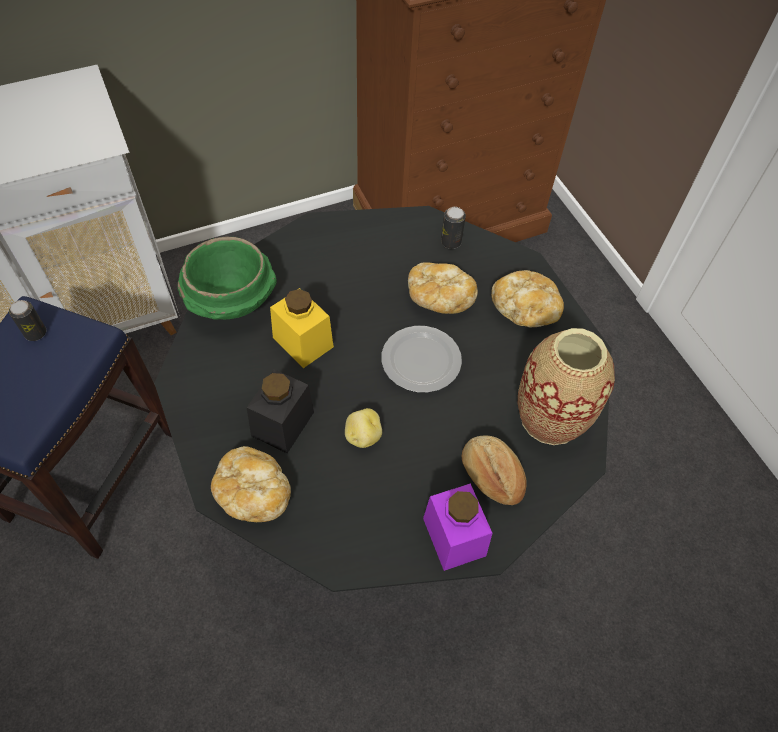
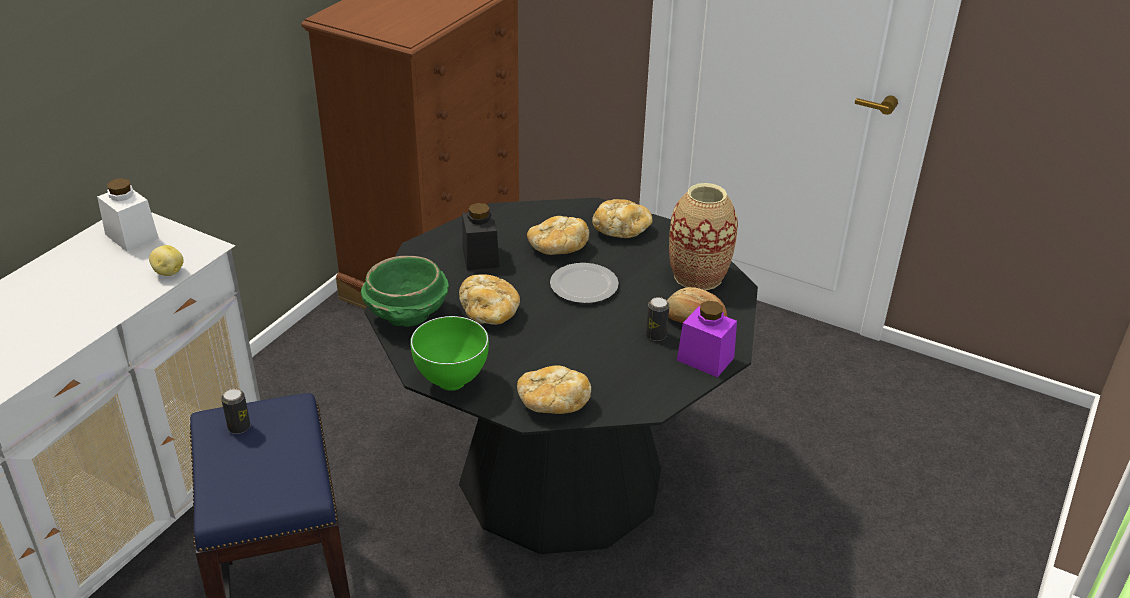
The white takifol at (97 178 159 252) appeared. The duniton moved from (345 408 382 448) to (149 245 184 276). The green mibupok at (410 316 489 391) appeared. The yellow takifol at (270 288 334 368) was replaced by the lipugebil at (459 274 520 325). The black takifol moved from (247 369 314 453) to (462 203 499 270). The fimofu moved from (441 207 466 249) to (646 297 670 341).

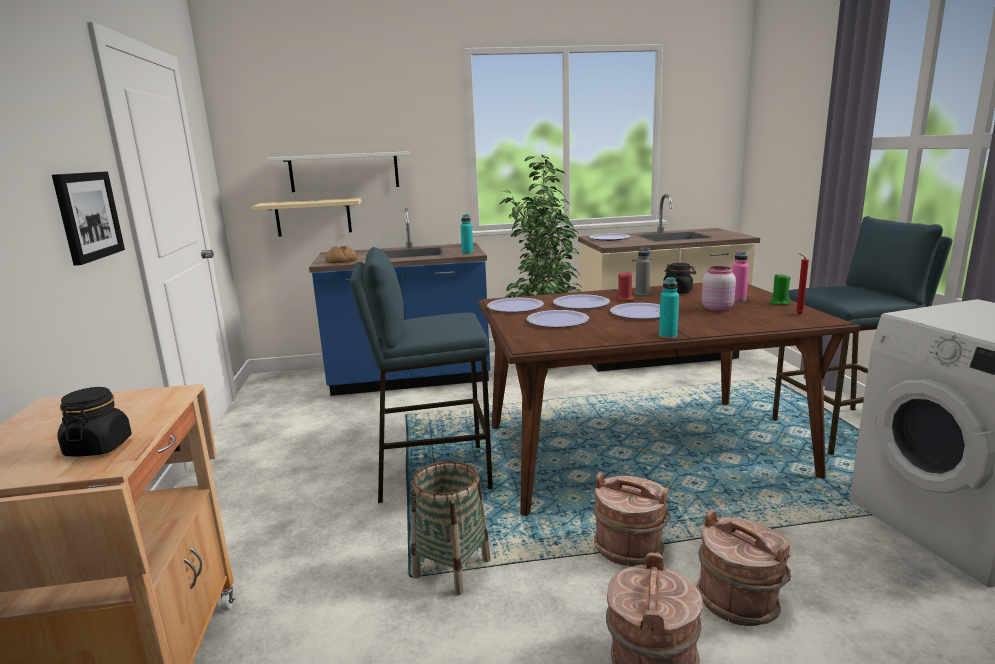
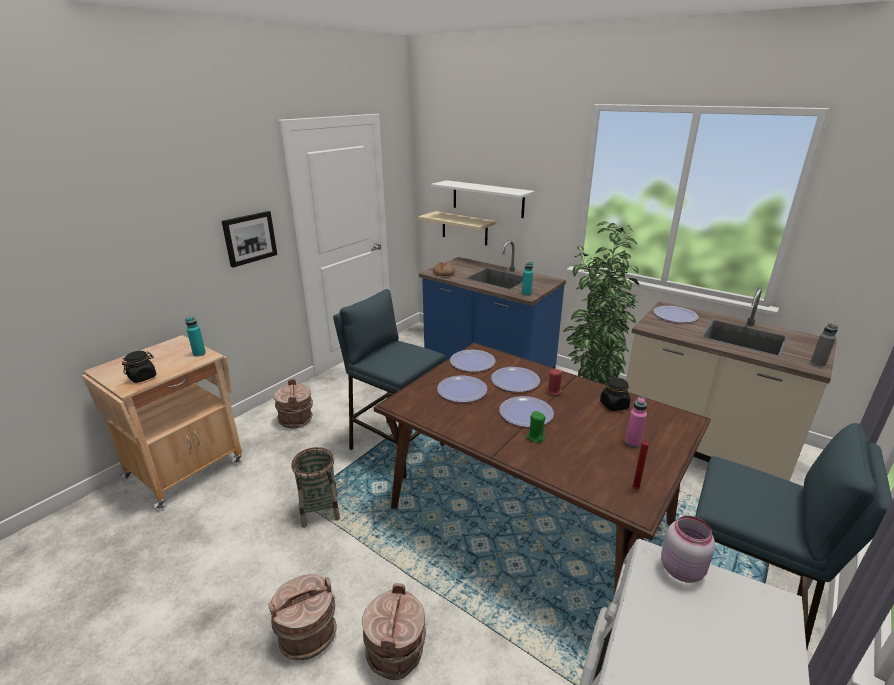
The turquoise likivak moved from (659 277 679 338) to (185 317 206 357). The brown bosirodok moved from (593 472 671 567) to (273 379 313 429). The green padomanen moved from (770 273 791 305) to (526 411 546 443). The pink takifol moved from (702 266 736 312) to (661 516 715 583). The grey likivak moved from (635 247 651 295) to (811 323 838 367).

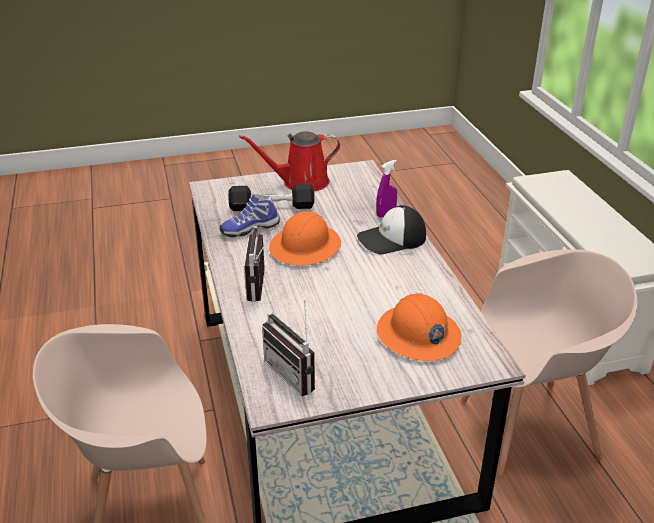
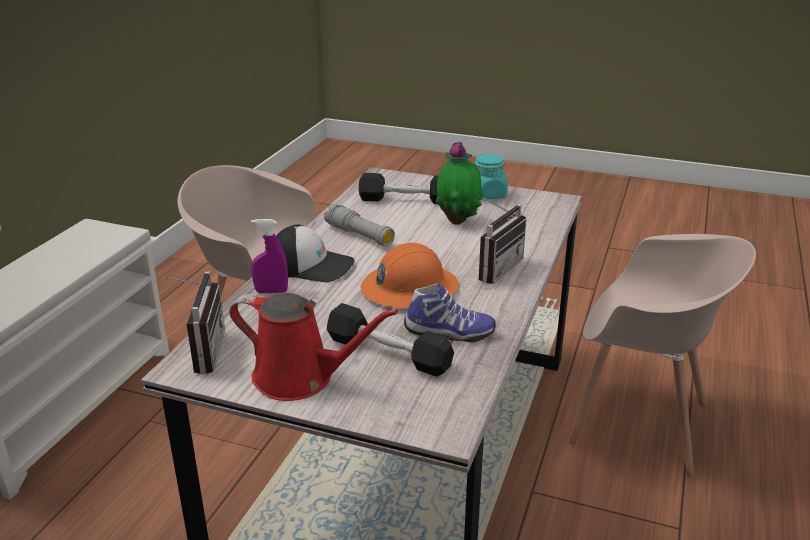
The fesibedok moved from (262 300 315 396) to (164 272 225 374). The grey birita at (324 203 395 246) appeared. The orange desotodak at (377 293 461 361) was replaced by the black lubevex at (359 173 438 204). The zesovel at (436 142 484 225) appeared. The turquoise takifol at (474 153 508 200) appeared.

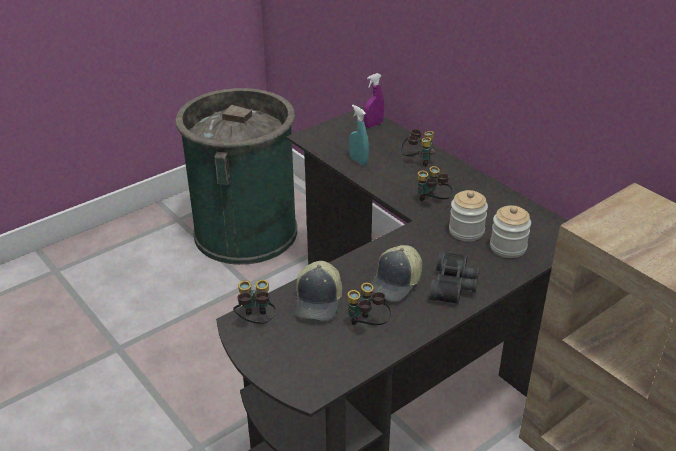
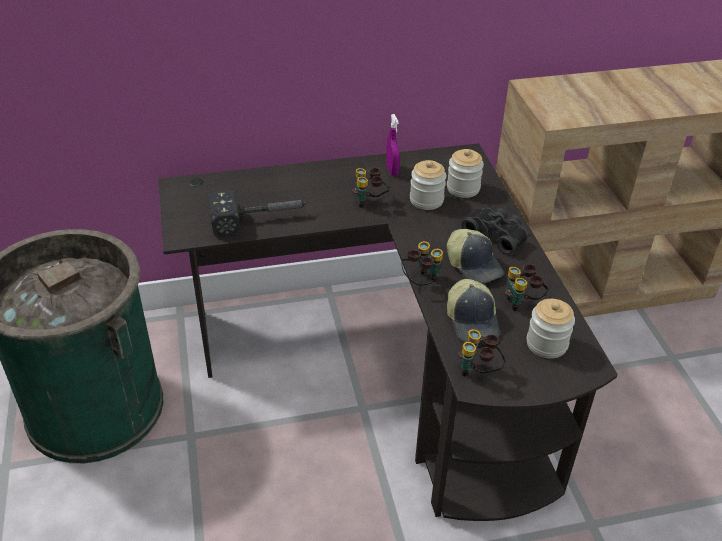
The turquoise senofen at (349 105 369 165) was replaced by the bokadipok at (208 190 310 237). The purple senofen moved from (364 73 384 128) to (386 114 400 176). The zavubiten moved from (401 129 435 167) to (401 241 443 286). The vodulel at (294 261 342 321) turned 45 degrees clockwise. The takifol at (527 299 575 359) appeared.

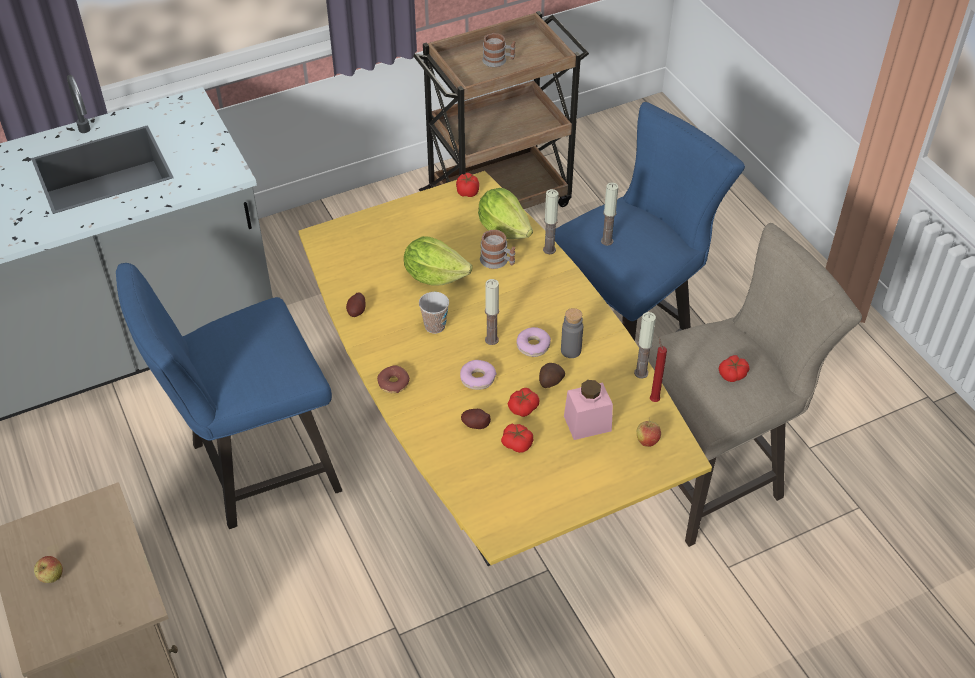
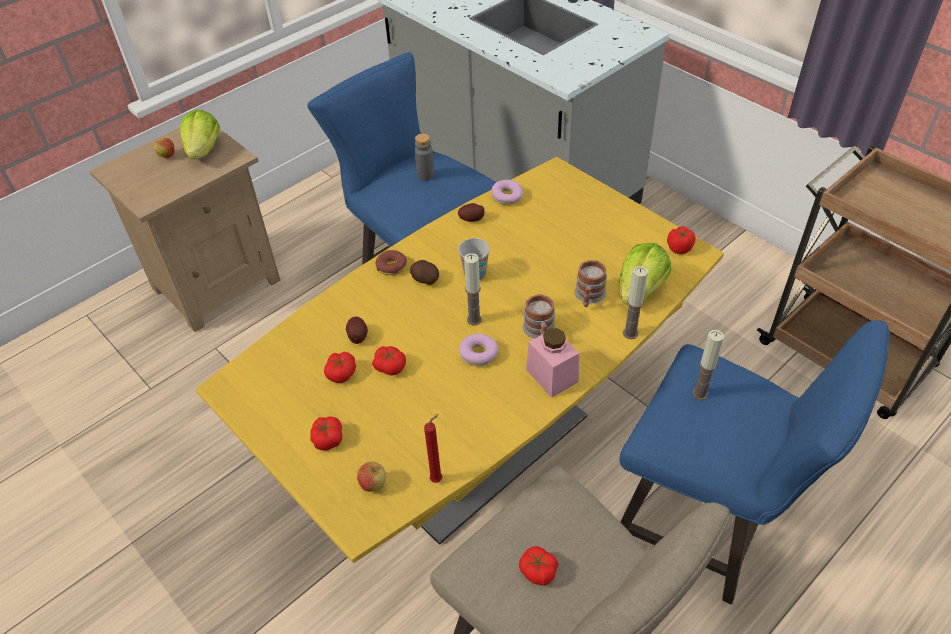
The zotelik moved from (404 236 472 286) to (180 110 220 159). The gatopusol at (310 416 342 451) appeared. The duniton moved from (539 363 565 388) to (410 260 439 285). The grey likivak moved from (561 308 583 358) to (415 134 435 181). The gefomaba moved from (460 360 496 390) to (492 180 523 205). The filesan moved from (482 33 515 67) to (523 294 555 339). The pink takifol moved from (564 380 613 440) to (526 328 579 398). The padomanen at (634 312 656 378) disappeared.

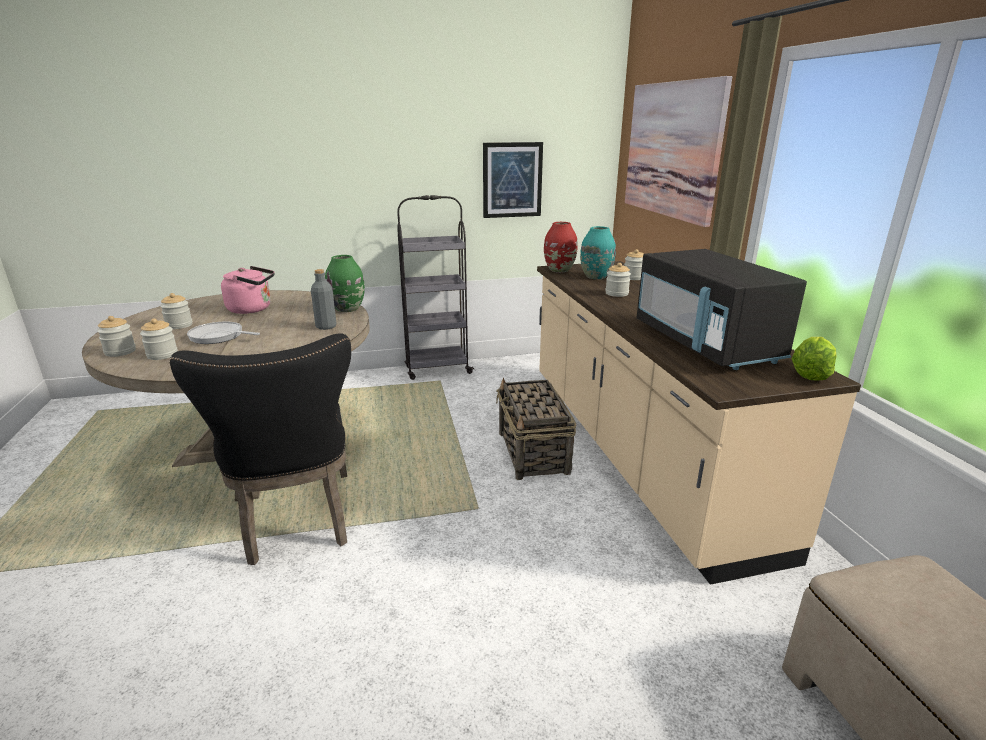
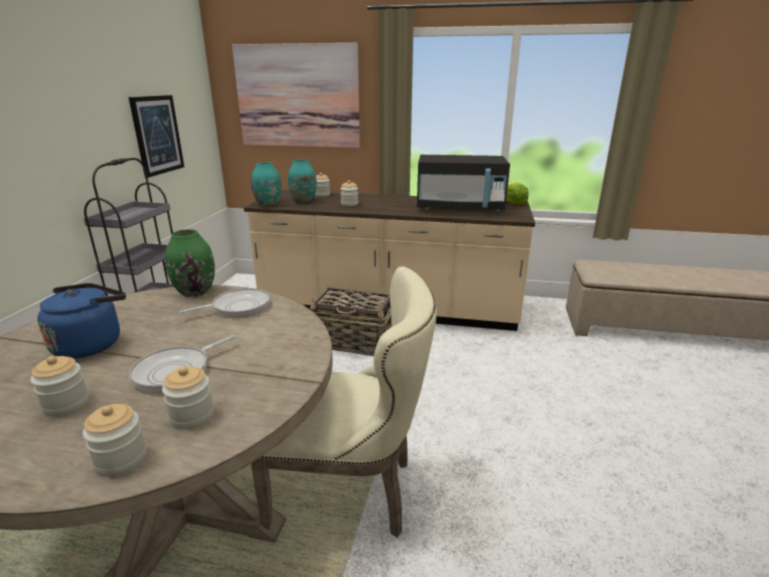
The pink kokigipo at (221 266 275 314) became the blue kokigipo at (37 283 126 359). The grey likivak at (311 269 336 330) was replaced by the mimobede at (180 288 270 317). The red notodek at (544 222 578 272) became the turquoise notodek at (251 162 282 207). The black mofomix at (170 333 351 565) became the beige mofomix at (251 266 437 538).

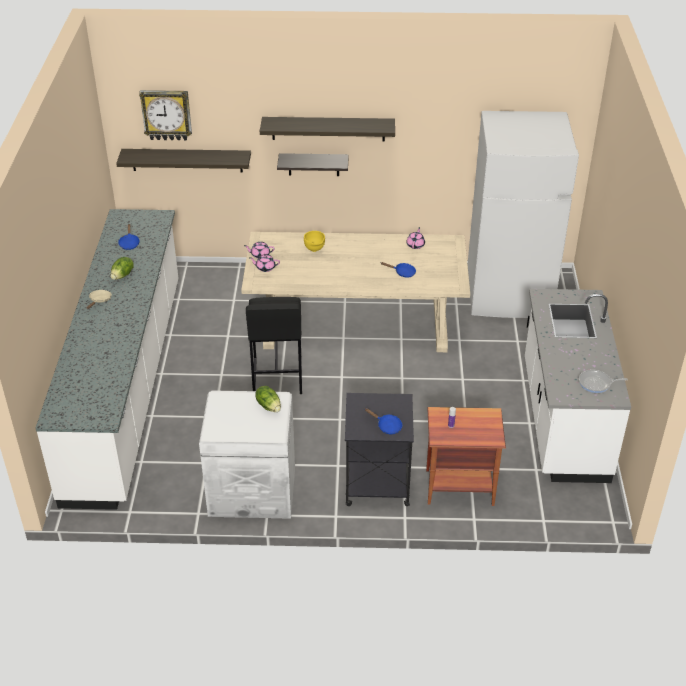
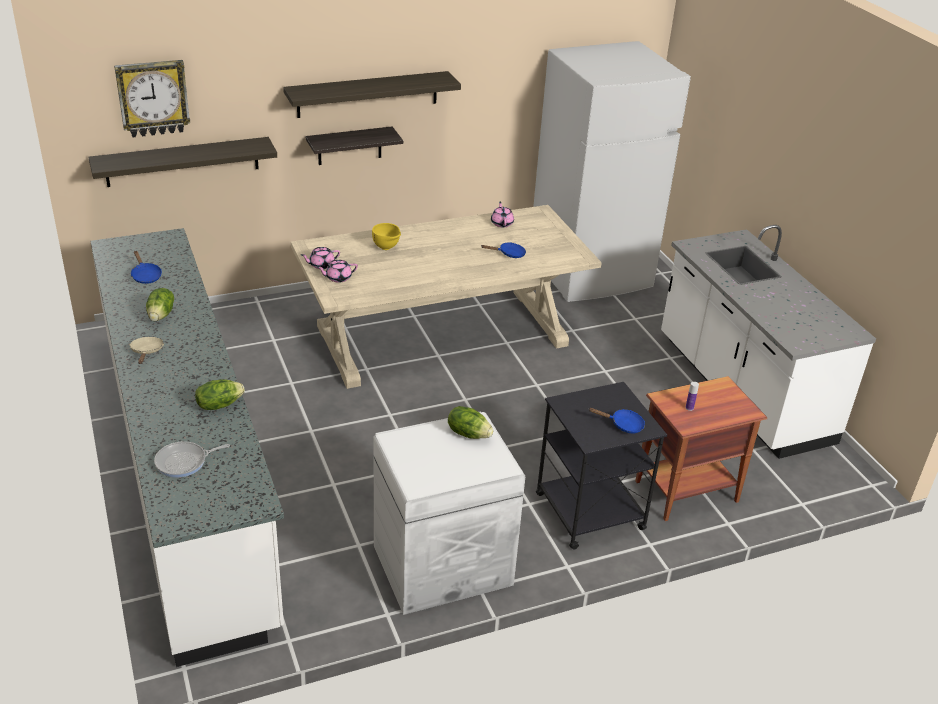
The mimobede moved from (579 369 628 393) to (154 441 230 478). The zotelik at (195 379 245 410) appeared. The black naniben at (246 297 302 394) disappeared.

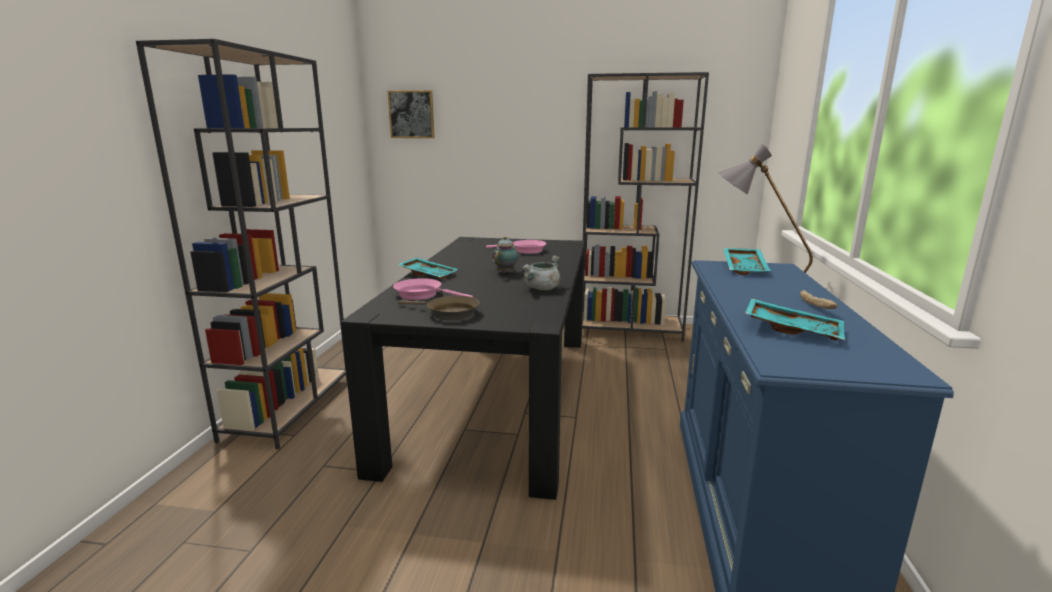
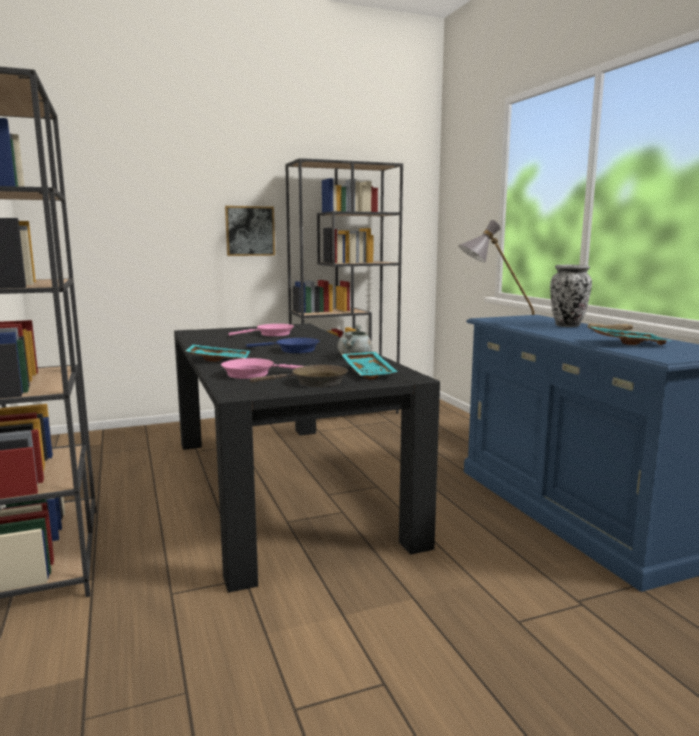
The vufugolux moved from (388 90 435 138) to (225 206 275 256). The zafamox at (492 236 519 273) was replaced by the blue mimobede at (246 338 319 353). The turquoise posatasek moved from (723 248 771 275) to (341 352 398 379). The notodek at (550 265 592 327) appeared.

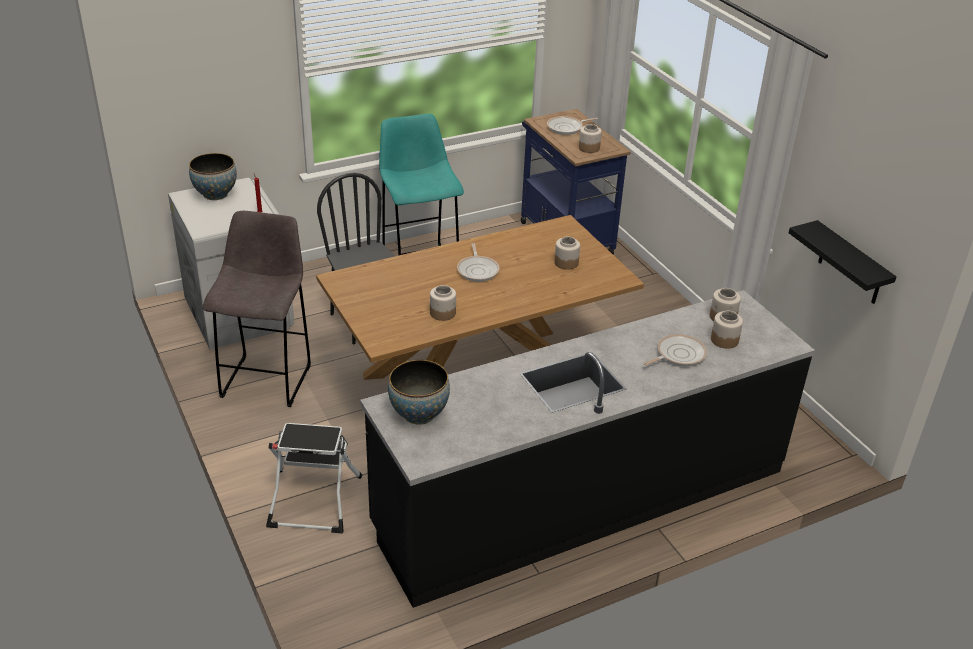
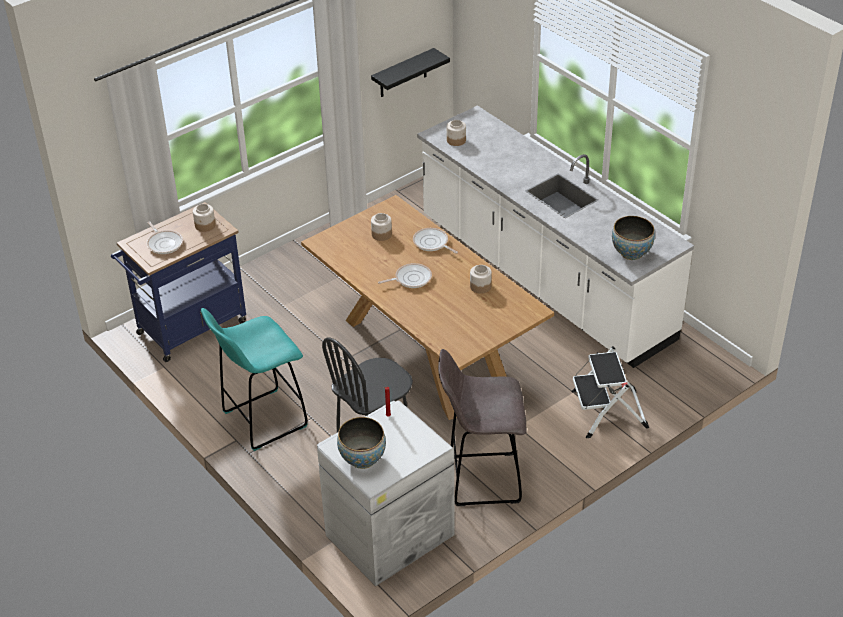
The mimobede moved from (644 334 707 367) to (413 228 458 254). The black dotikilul at (360 290 815 608) became the white dotikilul at (417 105 694 368). The takifol at (711 311 743 349) disappeared.

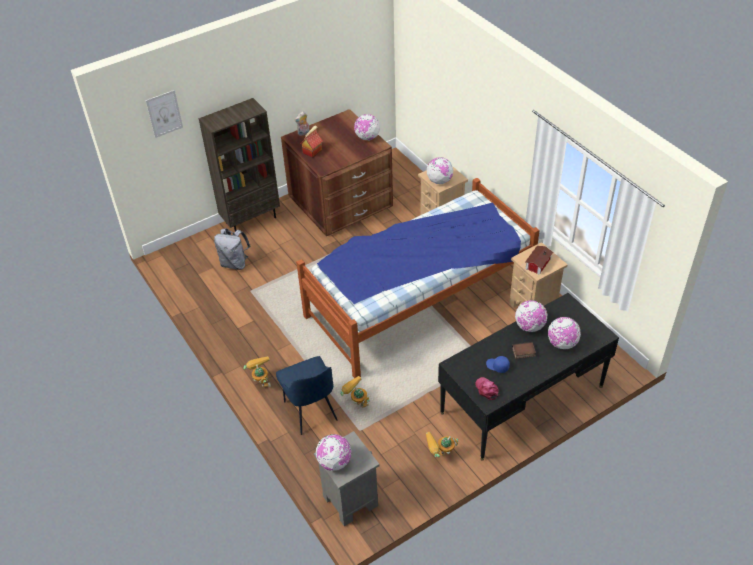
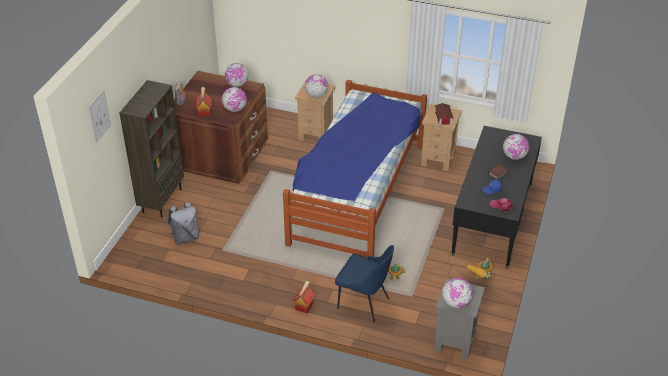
The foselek moved from (515 300 547 332) to (222 87 247 112). The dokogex at (243 356 271 387) was replaced by the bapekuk at (293 281 315 313).

